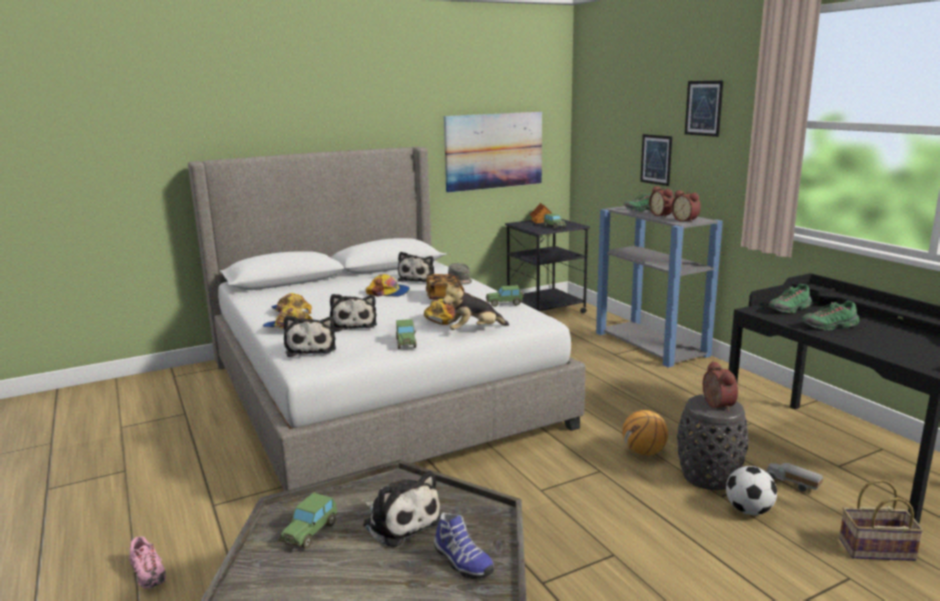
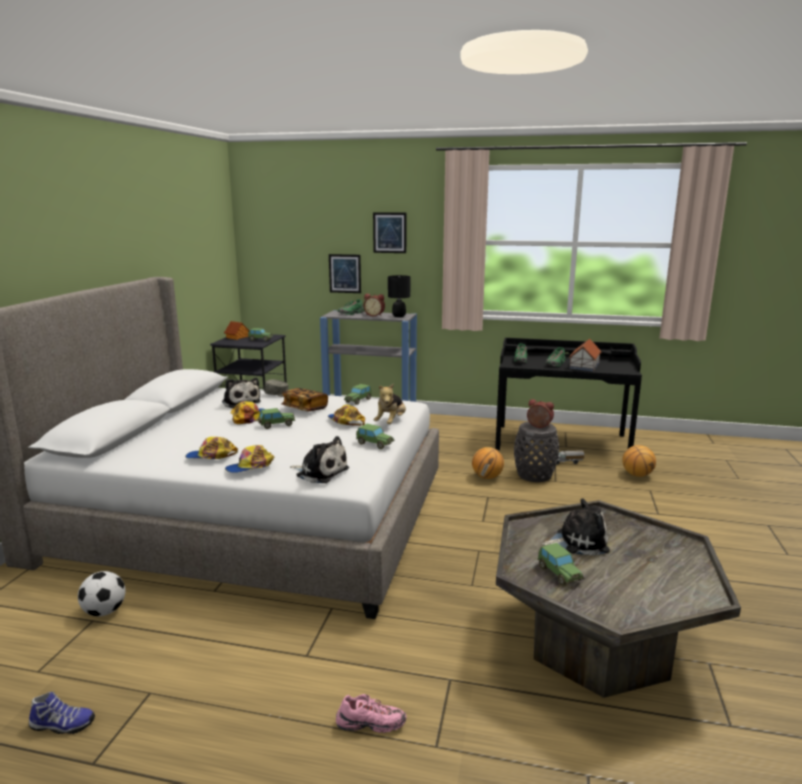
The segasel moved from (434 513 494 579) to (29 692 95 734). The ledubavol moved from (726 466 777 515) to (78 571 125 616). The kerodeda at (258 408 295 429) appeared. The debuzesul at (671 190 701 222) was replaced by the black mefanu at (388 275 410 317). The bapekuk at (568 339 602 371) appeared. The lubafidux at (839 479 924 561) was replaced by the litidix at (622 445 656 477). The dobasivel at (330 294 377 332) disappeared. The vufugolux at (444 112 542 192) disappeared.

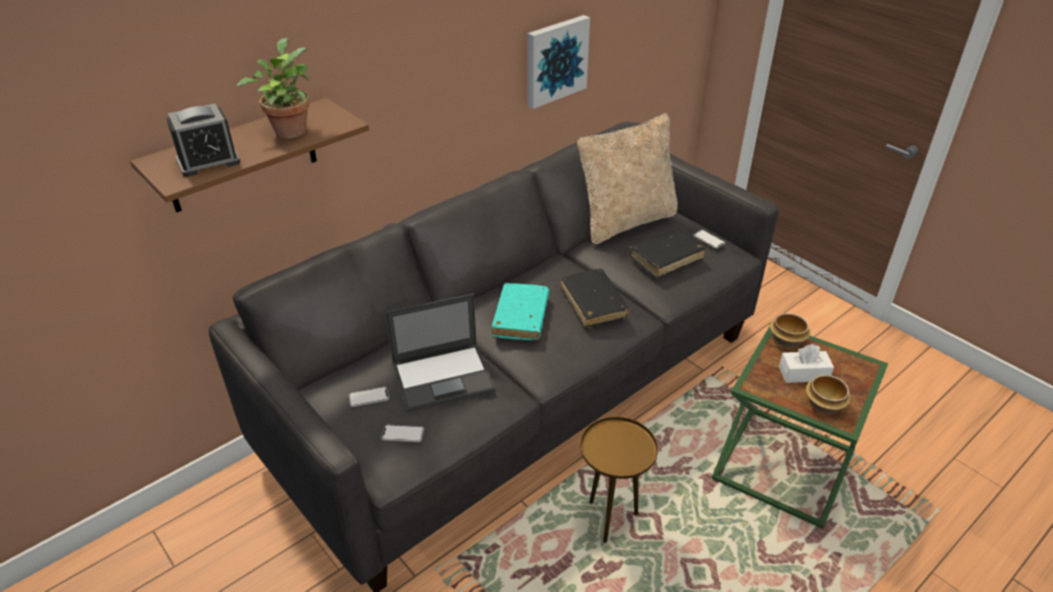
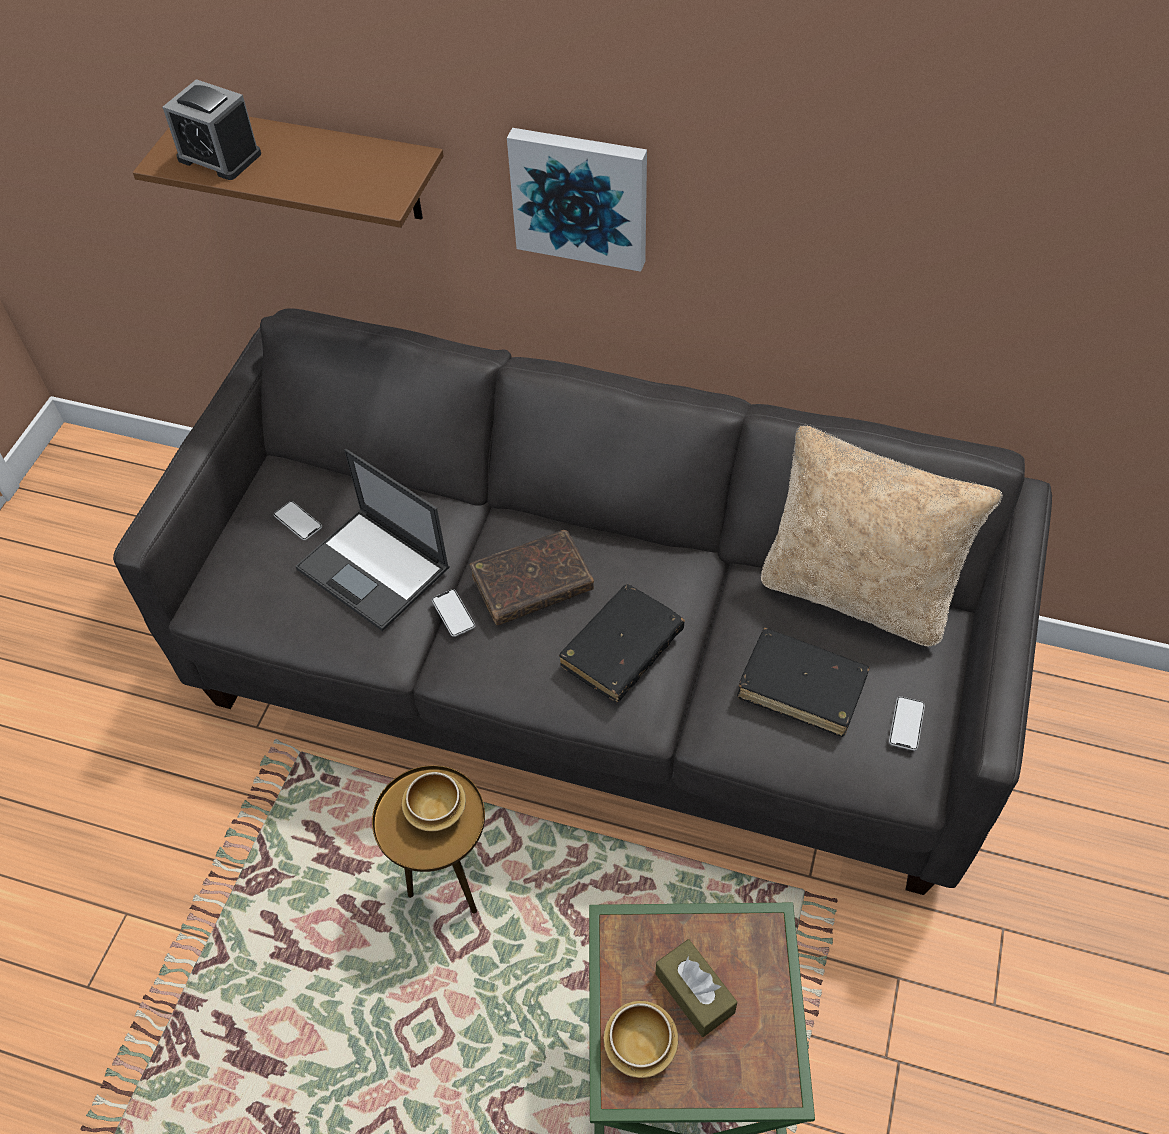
The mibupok moved from (770 313 811 348) to (402 772 466 832). The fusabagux moved from (381 425 424 442) to (432 589 475 637). The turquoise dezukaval at (492 283 549 340) became the brown dezukaval at (470 530 594 625). The vufugolux moved from (527 15 590 109) to (507 128 647 272). The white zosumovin at (779 344 834 383) became the brown zosumovin at (656 939 737 1037). The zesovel at (237 38 310 139) disappeared.

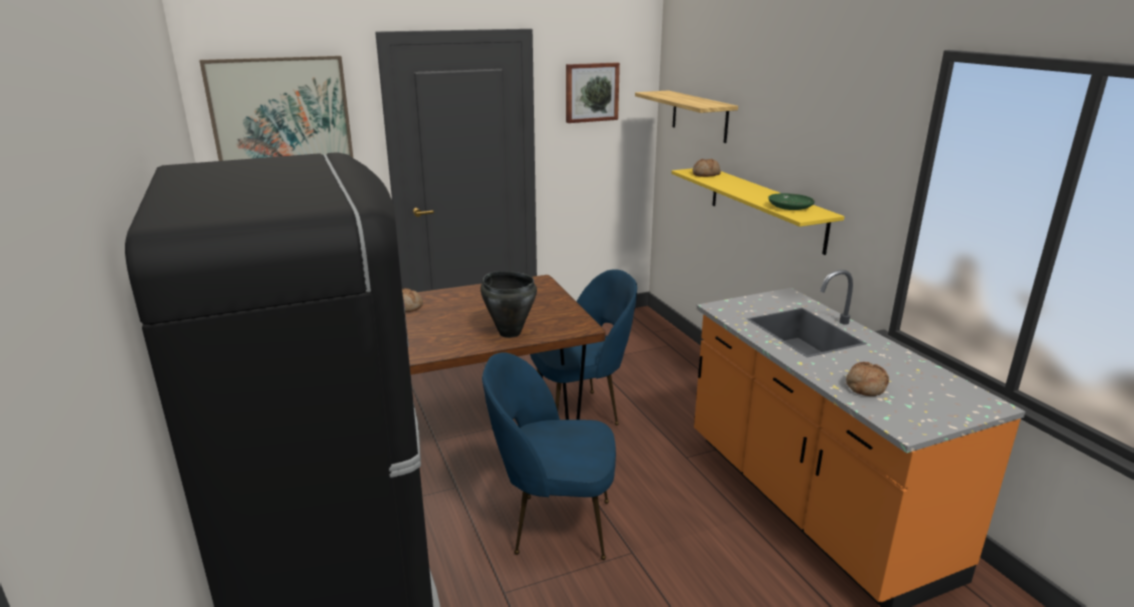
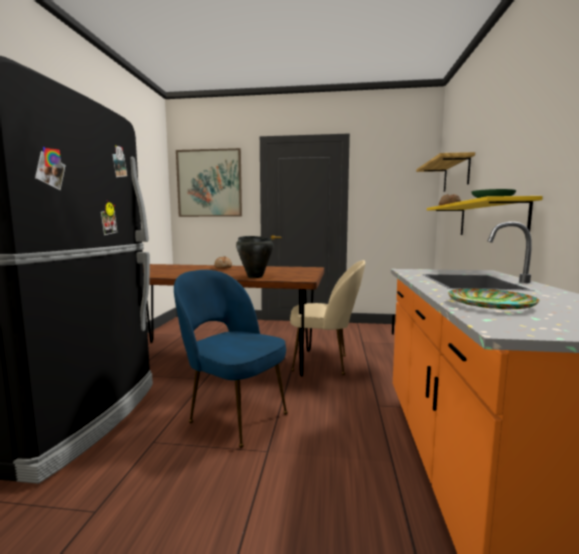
The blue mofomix at (530 269 637 425) became the beige mofomix at (290 260 365 375). The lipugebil at (846 362 889 396) was replaced by the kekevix at (448 289 540 309). The vufugolux at (566 62 620 123) disappeared.

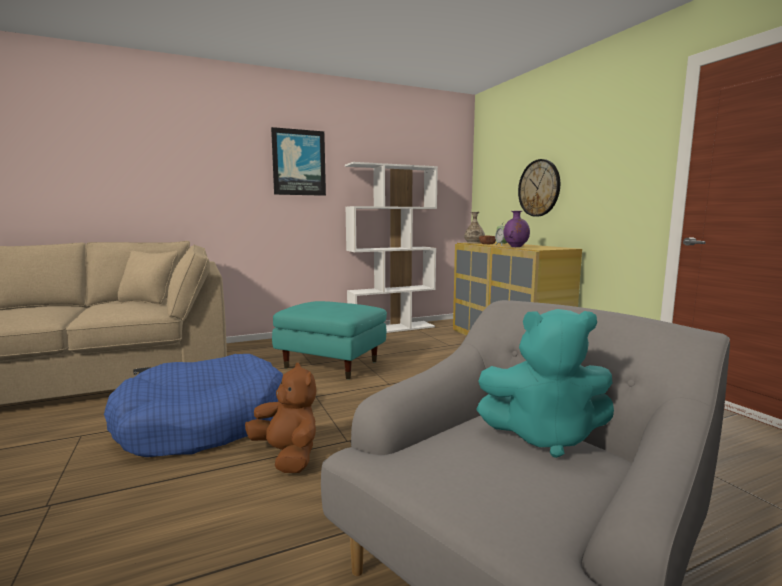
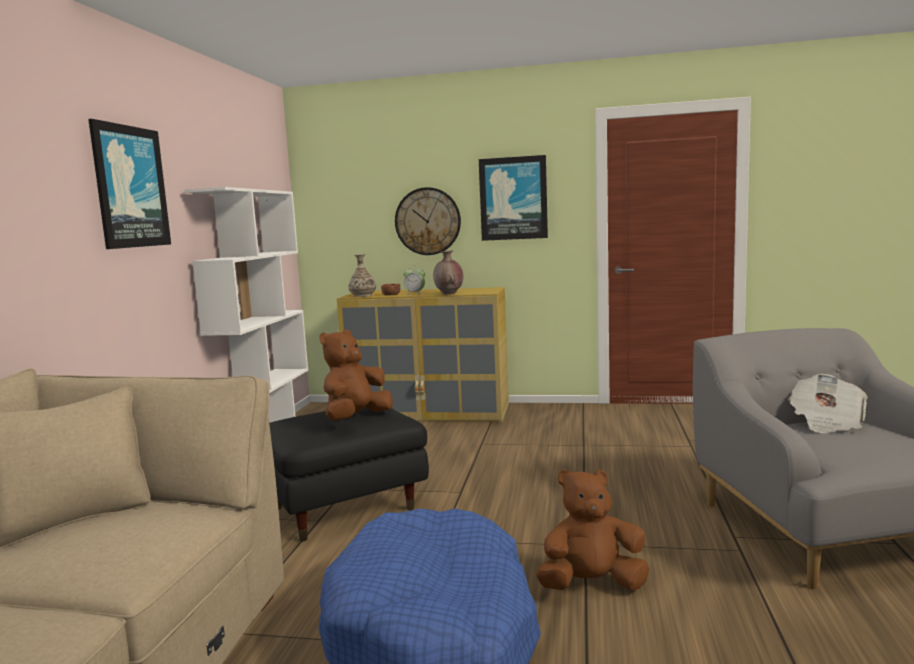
The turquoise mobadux at (272 301 387 379) became the black mobadux at (269 408 429 542). The brown dobasivel at (319 330 393 421) appeared. The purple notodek at (504 211 530 247) became the brown notodek at (433 251 464 295). The vufugolux at (479 155 548 241) appeared. The turquoise dobasivel at (476 309 614 458) was replaced by the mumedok at (789 374 868 433).

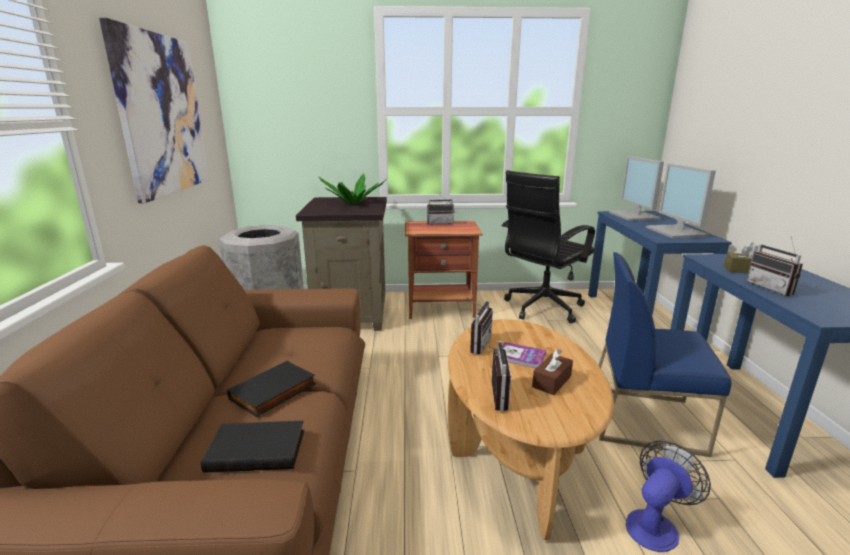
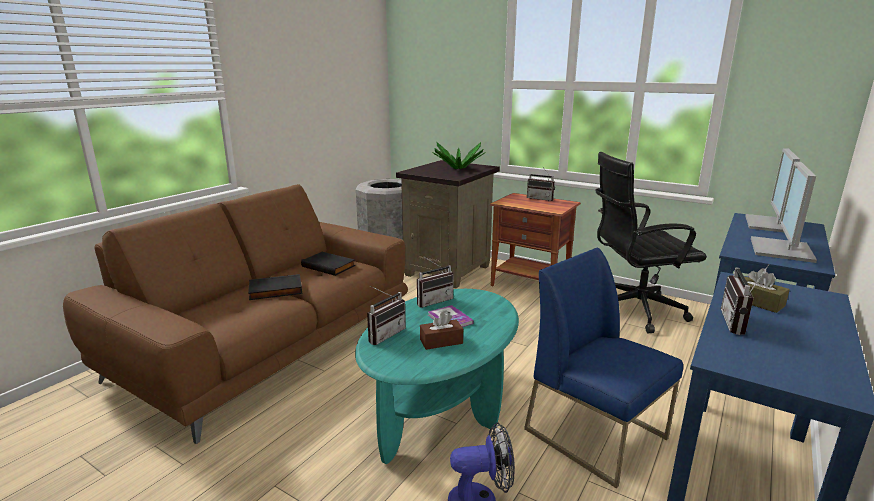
The black dezukaval moved from (201 421 304 472) to (301 252 356 276). The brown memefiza at (448 319 614 540) became the turquoise memefiza at (355 289 519 464). The vufugolux at (99 18 210 203) disappeared.

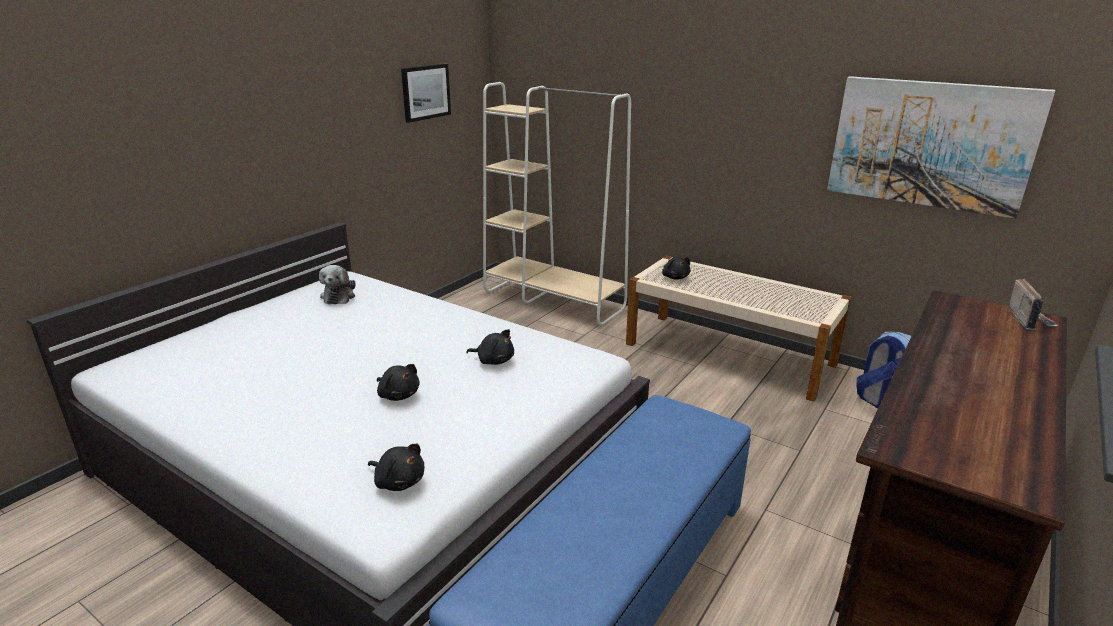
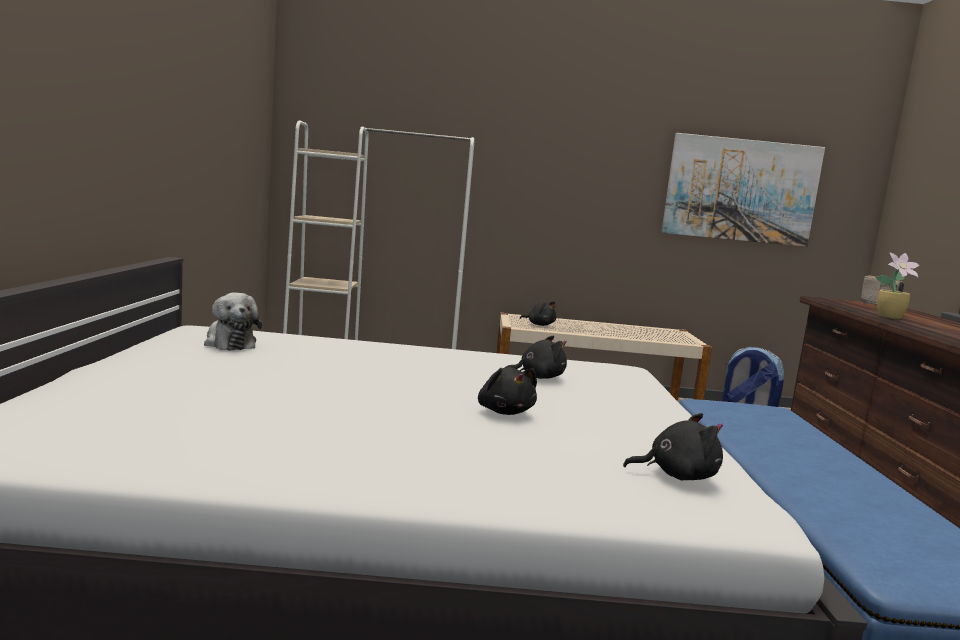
The black dobasivel at (377 364 420 401) turned 60 degrees clockwise. The zesovel at (876 252 920 319) appeared. The vufugolux at (401 64 451 123) disappeared.

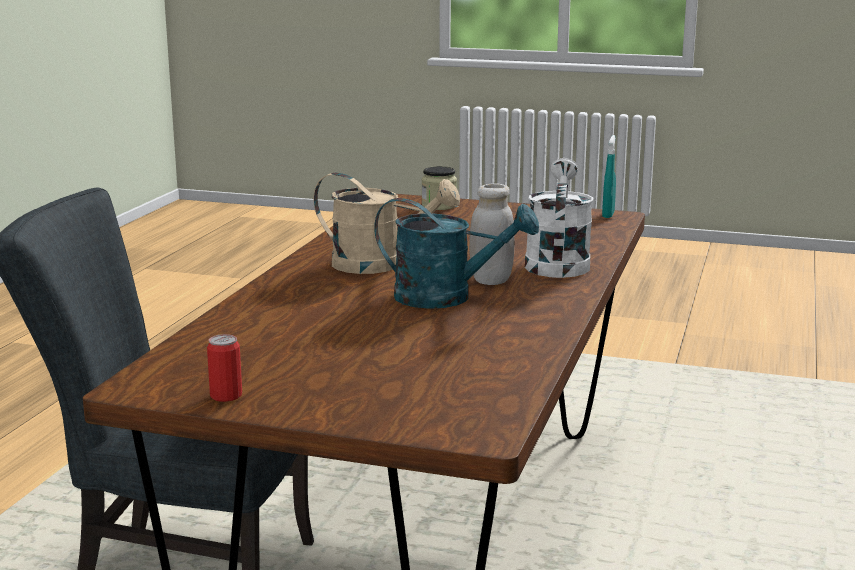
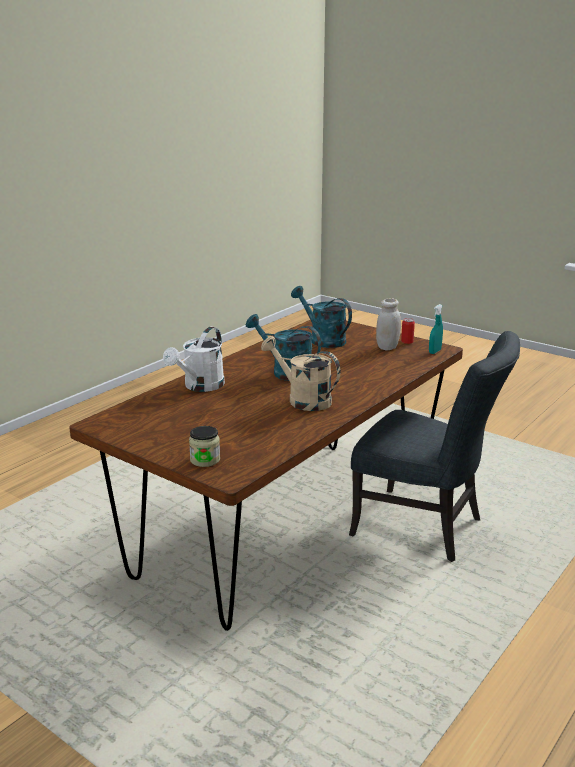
The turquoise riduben at (291 286 352 348) appeared. The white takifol moved from (469 183 514 285) to (376 298 401 351). The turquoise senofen moved from (602 135 616 218) to (429 304 443 354).

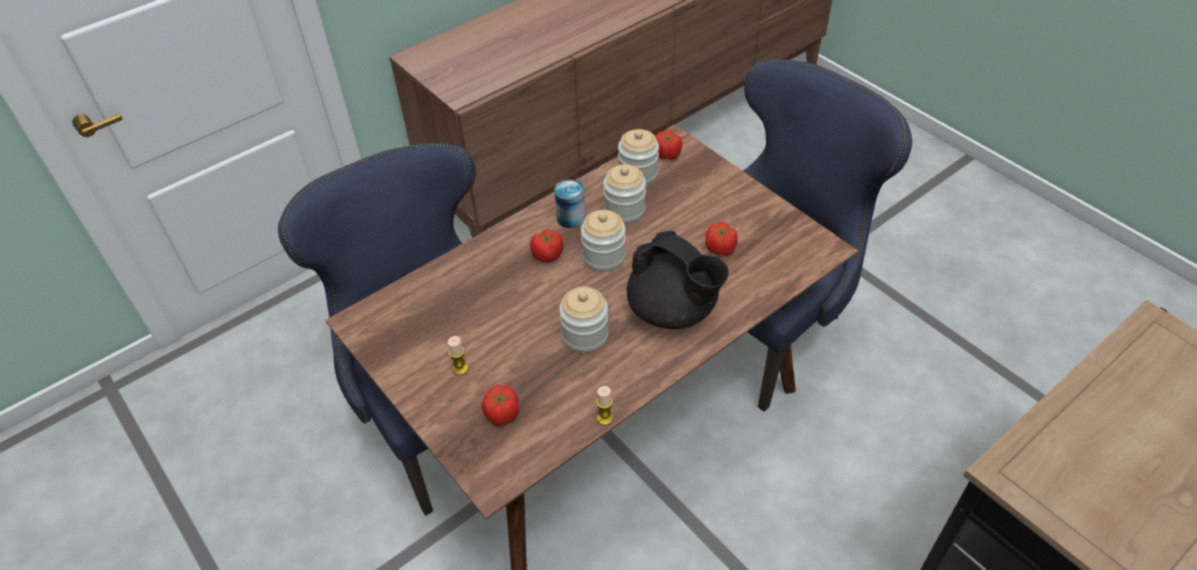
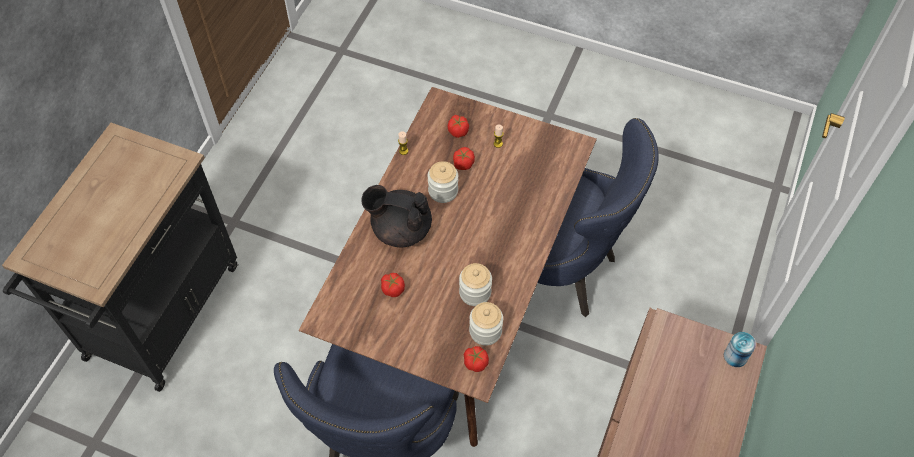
The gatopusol moved from (530 229 563 262) to (453 147 475 170). The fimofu moved from (554 179 585 228) to (724 332 756 367). The takifol at (581 210 626 272) disappeared.

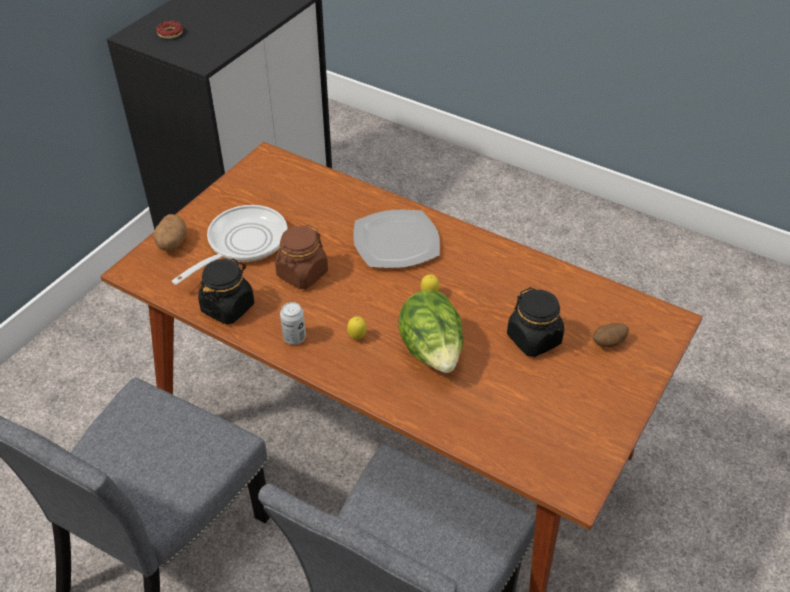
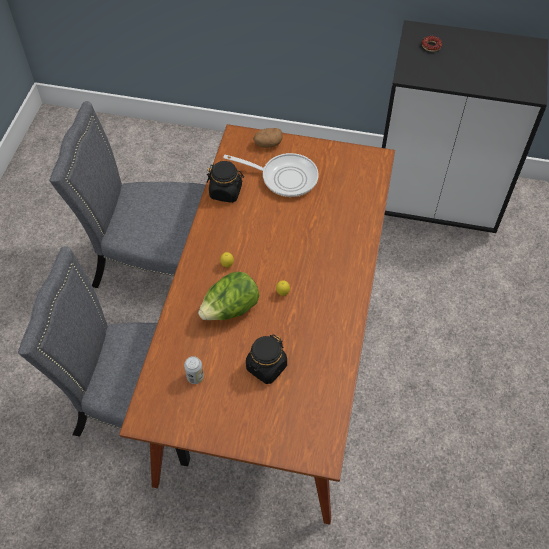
The fimofu moved from (280 302 306 345) to (184 356 204 384). The brown takifol at (275 225 328 289) disappeared. The kekevix at (353 210 440 268) disappeared. The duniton at (593 323 629 347) disappeared.

